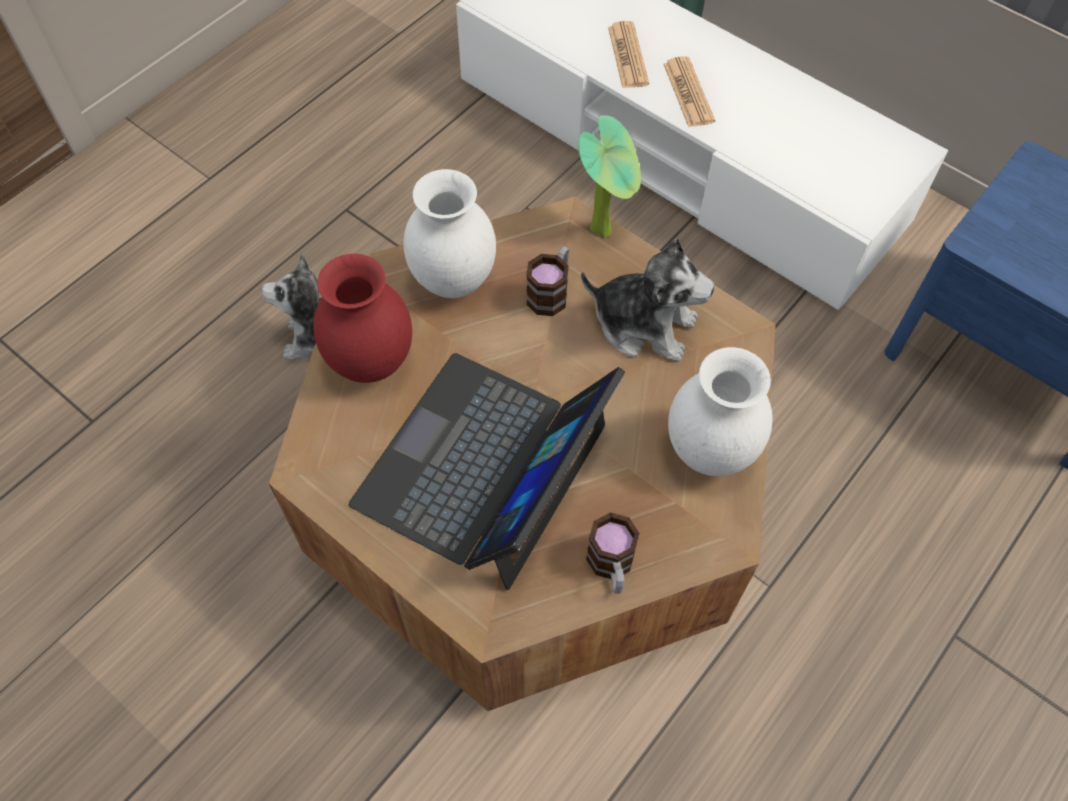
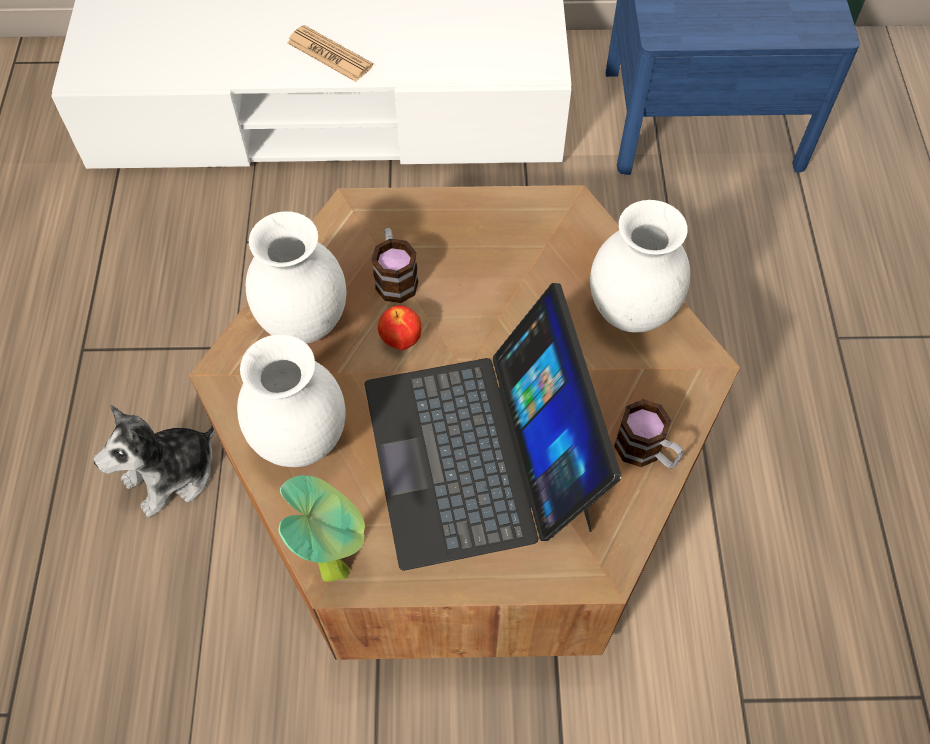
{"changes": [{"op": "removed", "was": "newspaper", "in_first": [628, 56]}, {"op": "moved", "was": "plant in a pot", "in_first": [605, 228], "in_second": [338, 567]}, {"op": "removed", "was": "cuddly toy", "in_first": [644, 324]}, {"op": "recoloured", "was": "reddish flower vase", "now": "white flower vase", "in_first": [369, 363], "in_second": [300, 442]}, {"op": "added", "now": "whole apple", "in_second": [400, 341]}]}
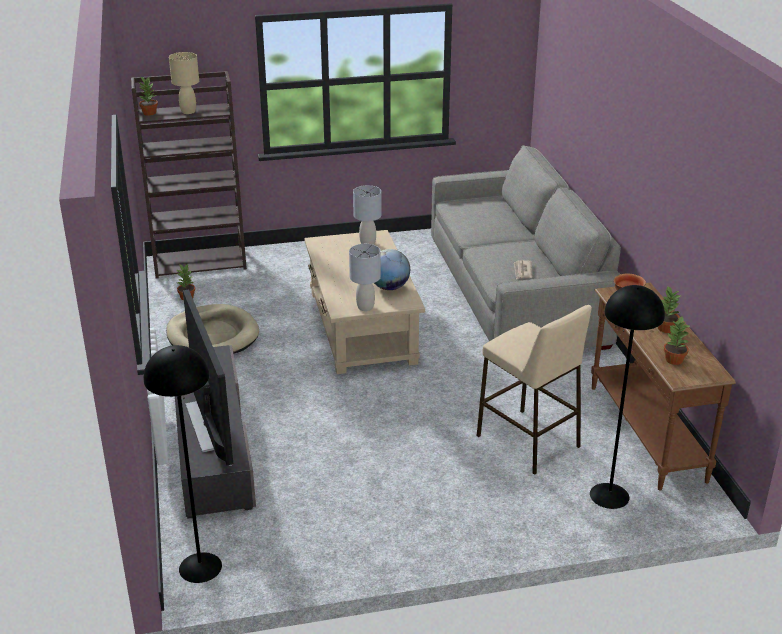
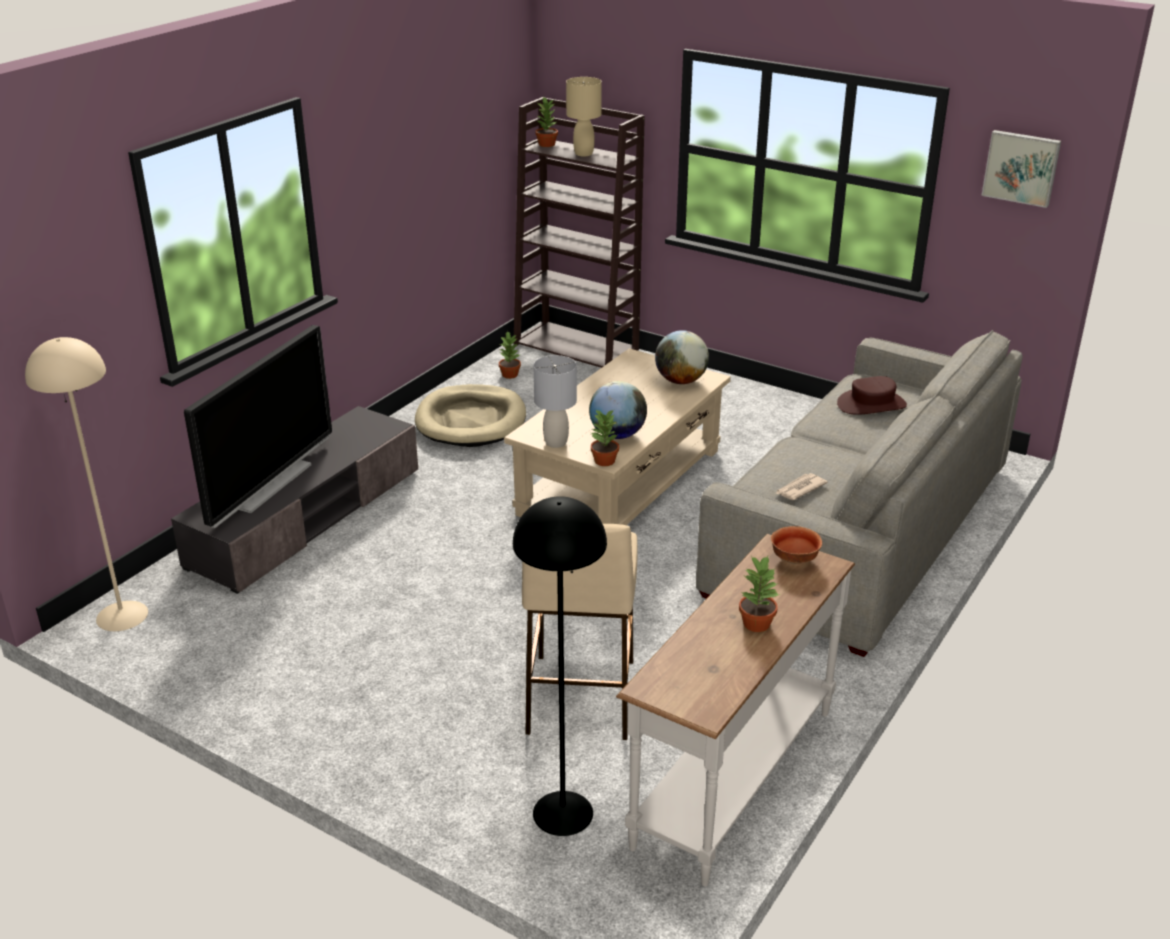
{"changes": [{"op": "replaced", "was": "grey lamp for a table", "now": "globe", "in_first": [367, 243], "in_second": [681, 381]}, {"op": "recoloured", "was": "brownish narrow table", "now": "white narrow table", "in_first": [644, 432], "in_second": [731, 776]}, {"op": "moved", "was": "plant in a pot", "in_first": [673, 360], "in_second": [604, 461]}, {"op": "recoloured", "was": "black floor lamp", "now": "beige-coloured floor lamp", "in_first": [201, 567], "in_second": [122, 616]}, {"op": "added", "now": "wall art", "in_second": [1021, 167]}, {"op": "added", "now": "brownish clothing hat", "in_second": [871, 404]}]}
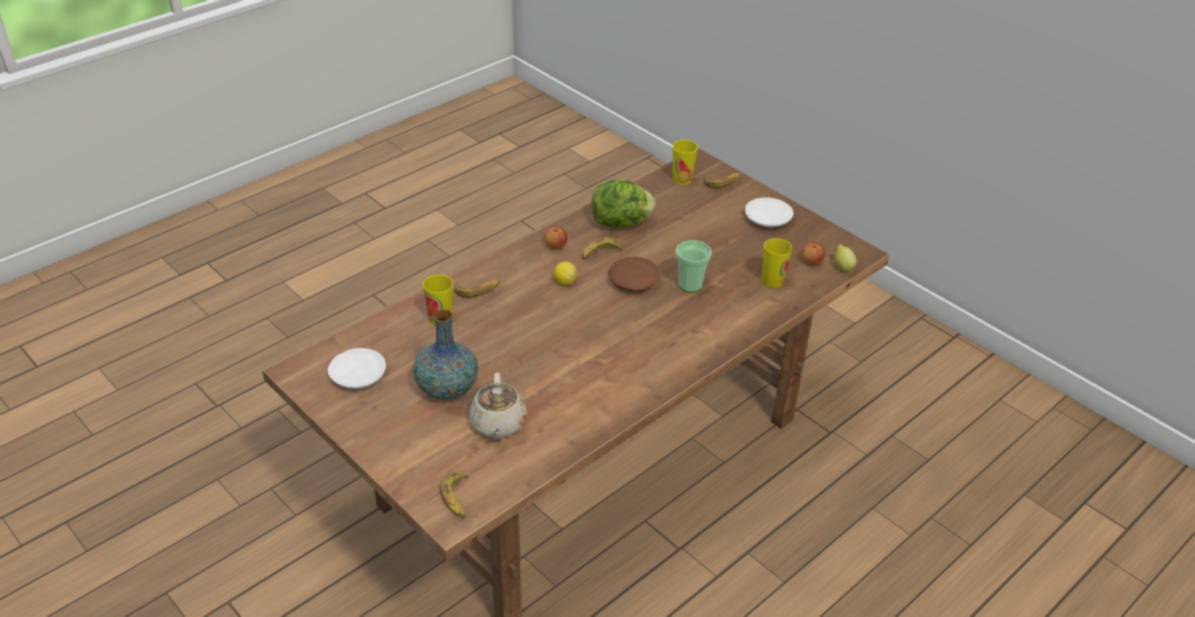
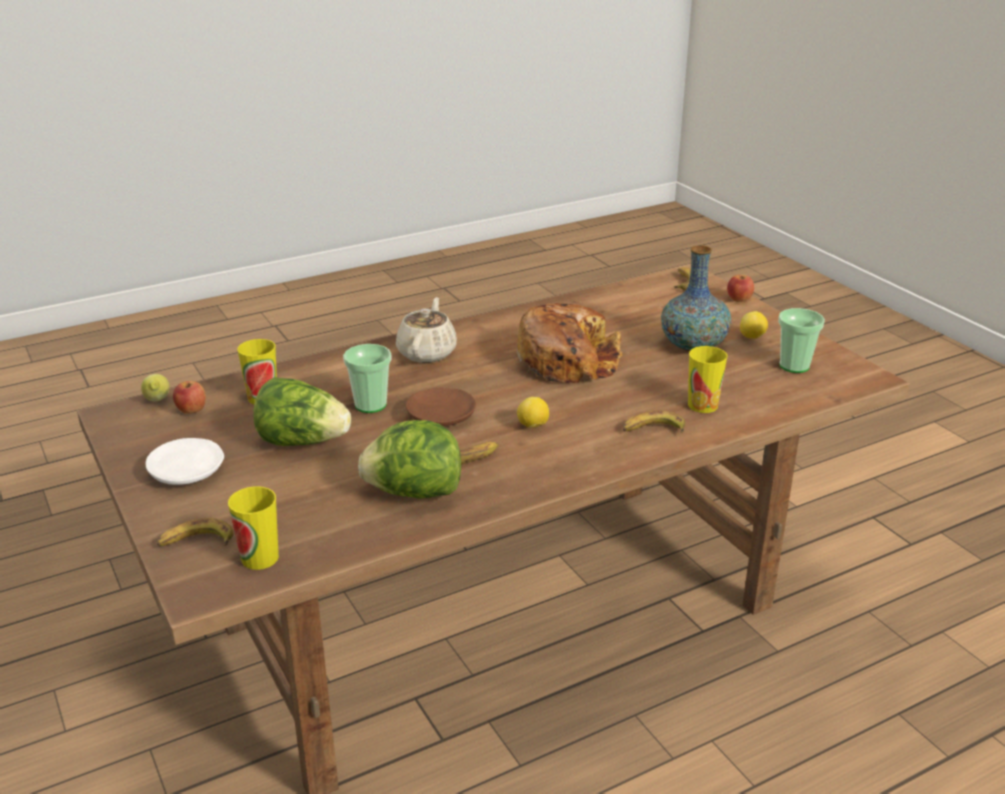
{"changes": [{"op": "moved", "was": "whole apple", "in_first": [555, 246], "in_second": [739, 300]}, {"op": "replaced", "was": "white flat dish", "now": "cup", "in_first": [358, 375], "in_second": [794, 366]}, {"op": "moved", "was": "beige-coloured teapot", "in_first": [498, 424], "in_second": [427, 352]}, {"op": "added", "now": "bakery bread", "in_second": [568, 360]}, {"op": "added", "now": "lemon", "in_second": [752, 337]}, {"op": "added", "now": "lettuce", "in_second": [303, 441]}]}
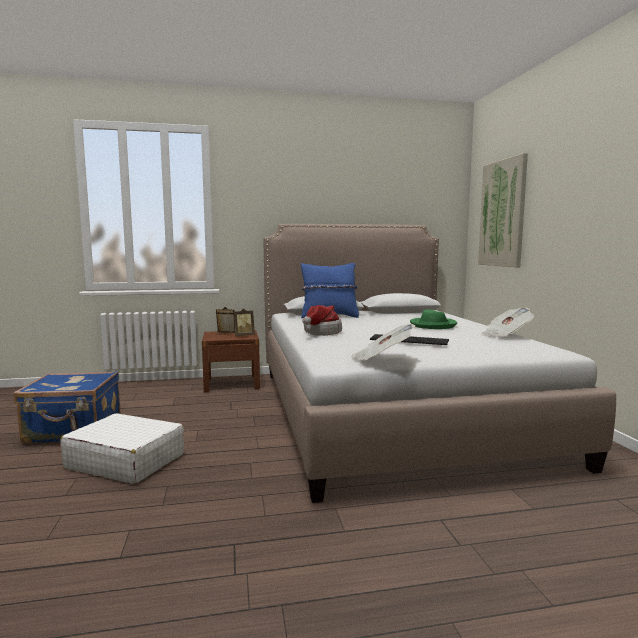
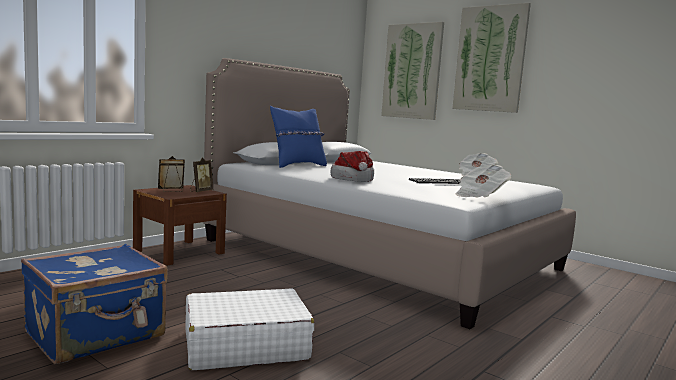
{"changes": [{"op": "removed", "was": "green-coloured clothing hat", "in_first": [433, 325]}, {"op": "added", "now": "wall art", "in_second": [490, 59]}]}
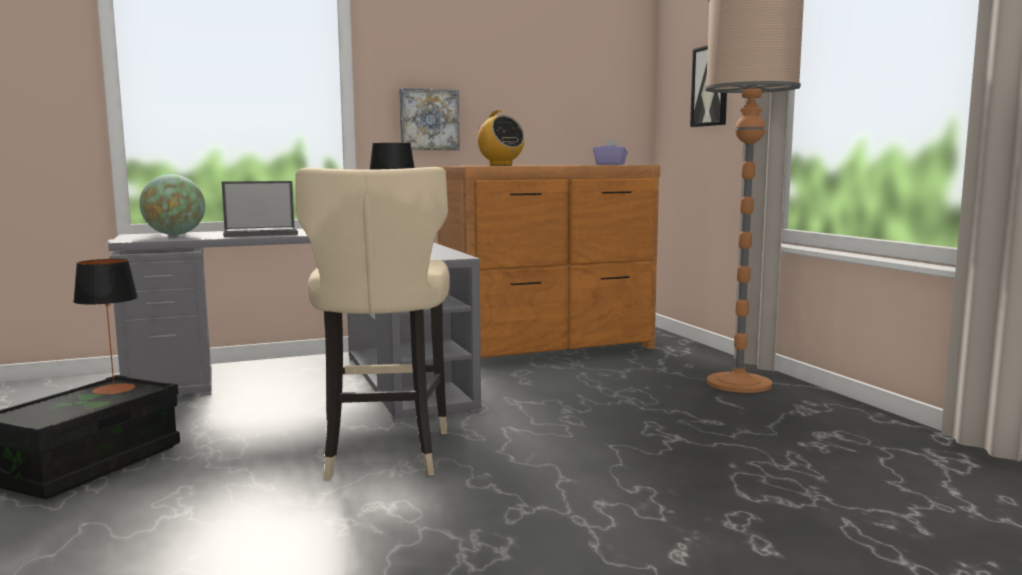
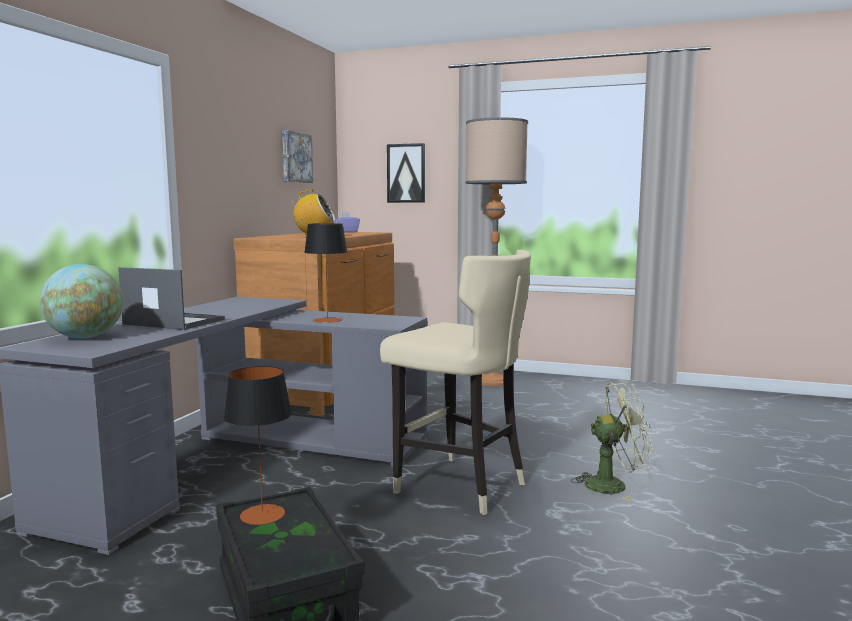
{"changes": [{"op": "moved", "was": "wall art", "in_first": [428, 120], "in_second": [295, 157]}, {"op": "turned", "was": "notebook computer", "in_first": [261, 233], "in_second": [173, 322], "clockwise": -90}, {"op": "added", "now": "green-coloured cooling fan", "in_second": [614, 485]}]}
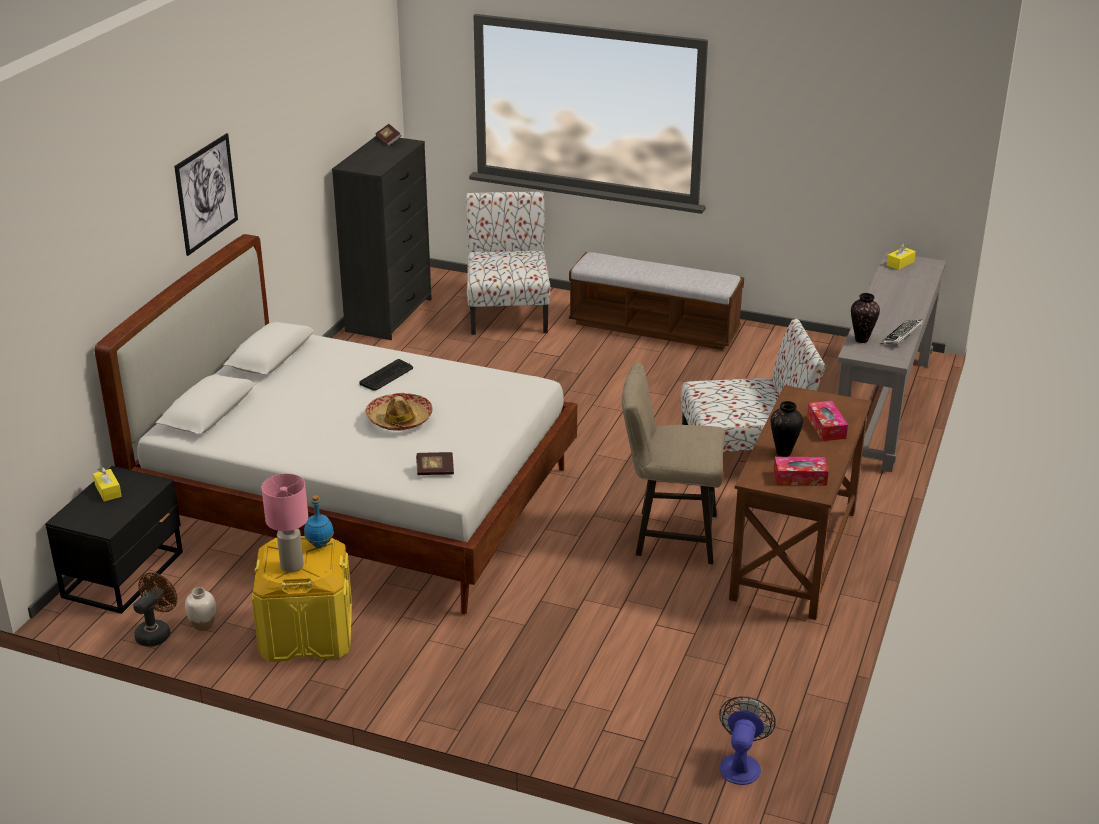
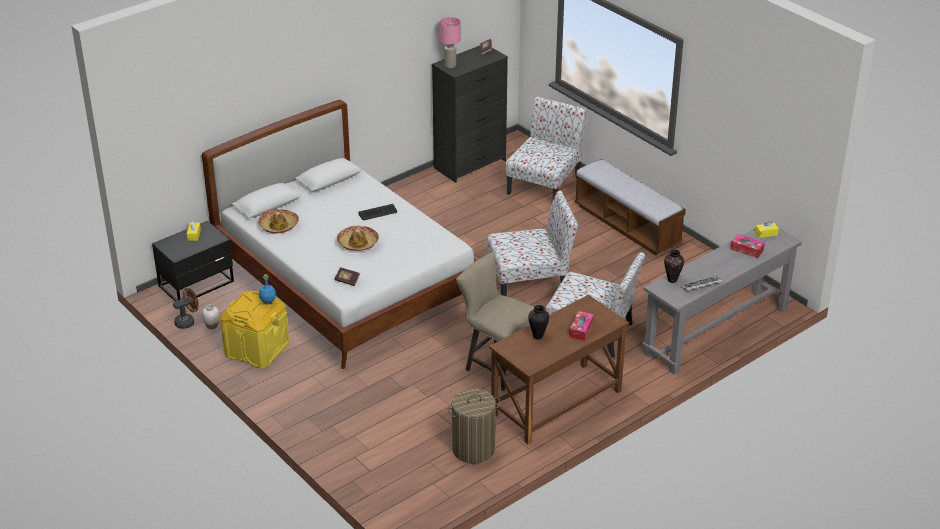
{"changes": [{"op": "removed", "was": "wall art", "in_first": [206, 193]}, {"op": "moved", "was": "tissue box", "in_first": [800, 478], "in_second": [747, 250]}, {"op": "moved", "was": "pink-coloured lamp for a table", "in_first": [291, 566], "in_second": [450, 65]}, {"op": "removed", "was": "cooling fan", "in_first": [741, 763]}, {"op": "added", "now": "upright chair", "in_second": [530, 281]}, {"op": "added", "now": "clothing hat", "in_second": [278, 225]}, {"op": "added", "now": "washing basket", "in_second": [473, 449]}]}
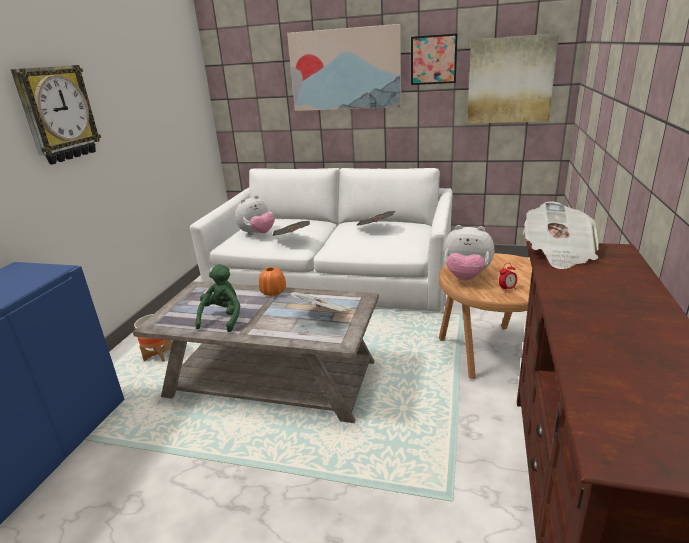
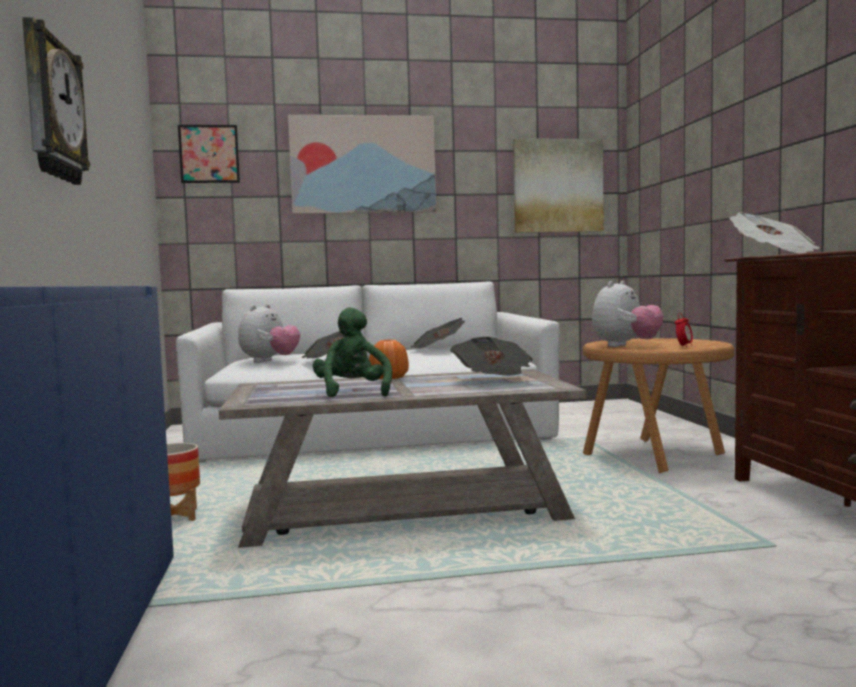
{"changes": [{"op": "moved", "was": "wall art", "in_first": [433, 59], "in_second": [209, 154]}, {"op": "turned", "was": "cuddly toy", "in_first": [466, 277], "in_second": [625, 346], "clockwise": -45}]}
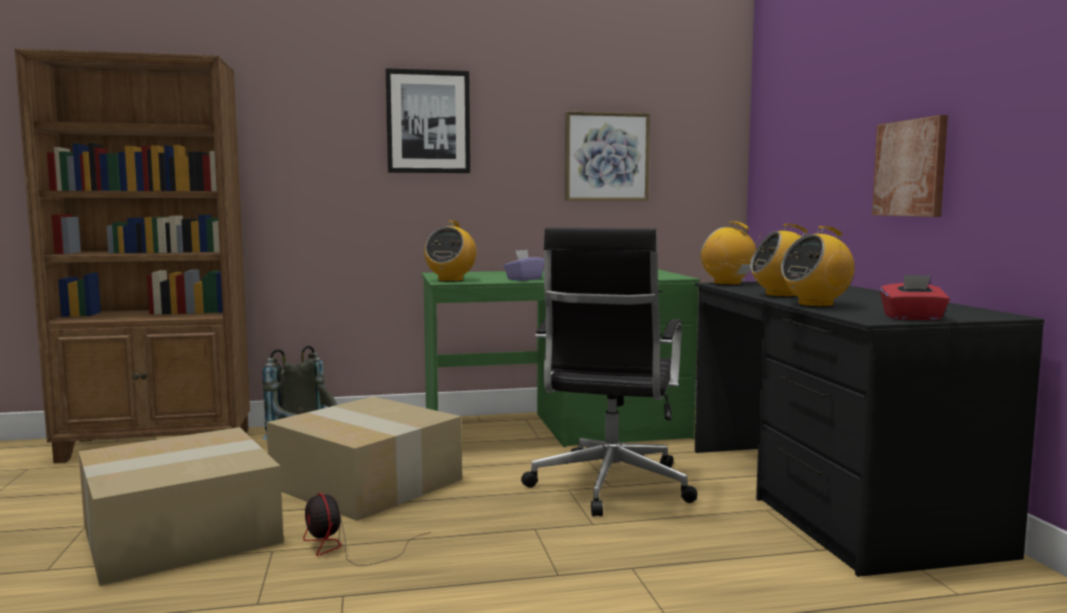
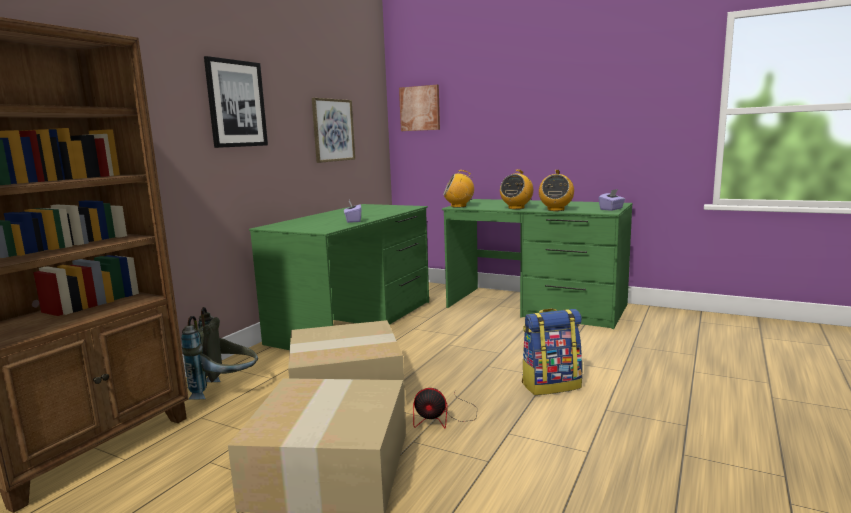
{"changes": [{"op": "moved", "was": "wall art", "in_first": [911, 168], "in_second": [420, 108]}, {"op": "removed", "was": "radio set", "in_first": [450, 280]}, {"op": "removed", "was": "black office chair", "in_first": [609, 487]}, {"op": "recoloured", "was": "reddish tissue box", "now": "purple-coloured tissue box", "in_first": [912, 318], "in_second": [611, 209]}, {"op": "recoloured", "was": "black desk", "now": "green-coloured desk", "in_first": [828, 496], "in_second": [536, 306]}, {"op": "added", "now": "backpack", "in_second": [551, 385]}]}
